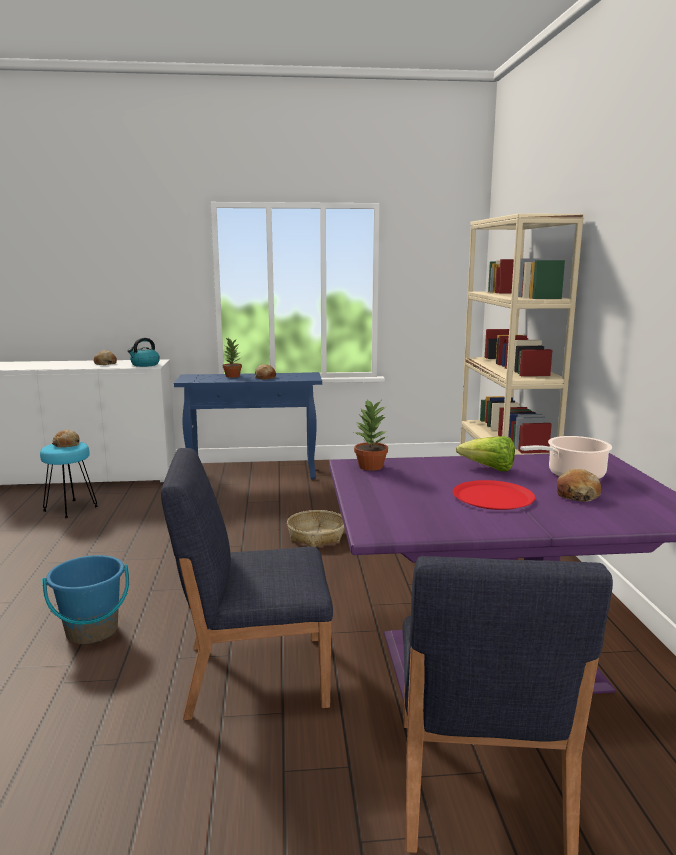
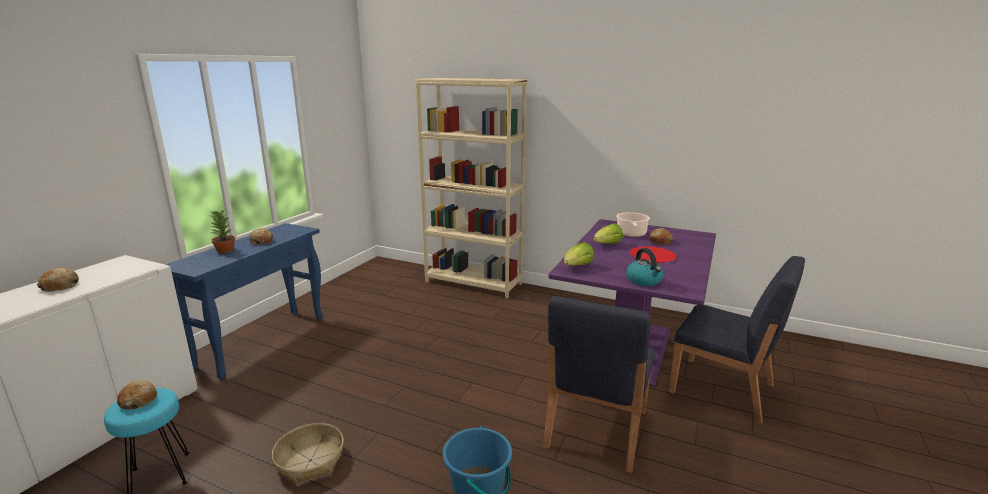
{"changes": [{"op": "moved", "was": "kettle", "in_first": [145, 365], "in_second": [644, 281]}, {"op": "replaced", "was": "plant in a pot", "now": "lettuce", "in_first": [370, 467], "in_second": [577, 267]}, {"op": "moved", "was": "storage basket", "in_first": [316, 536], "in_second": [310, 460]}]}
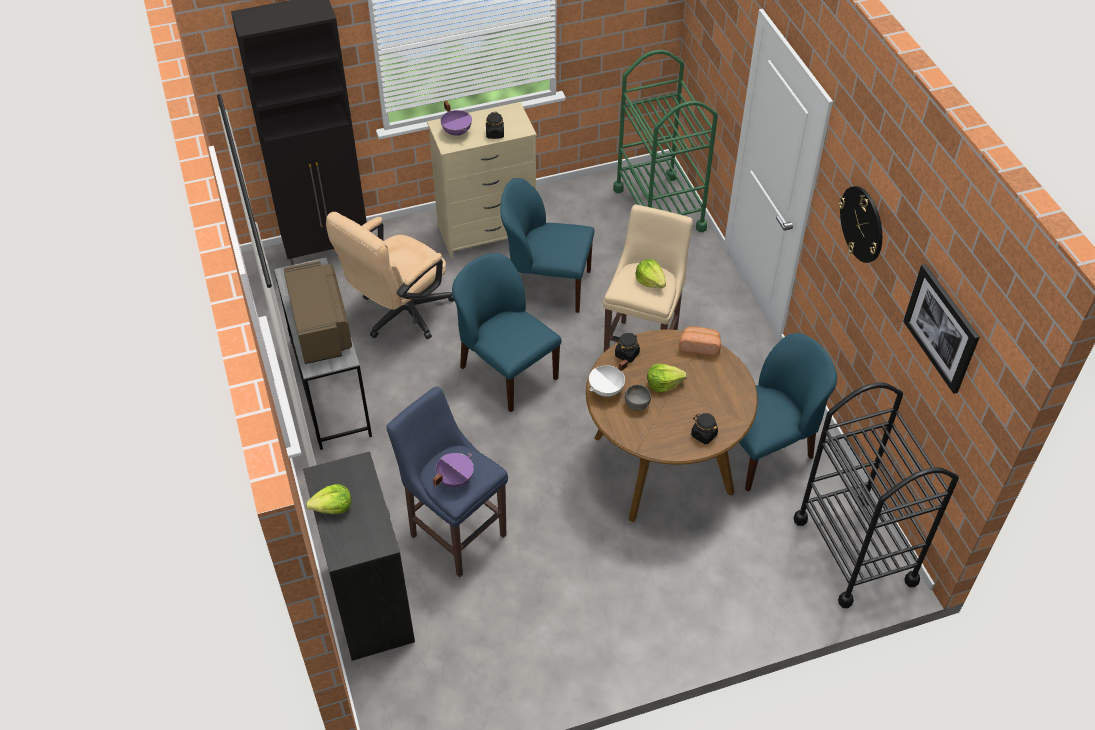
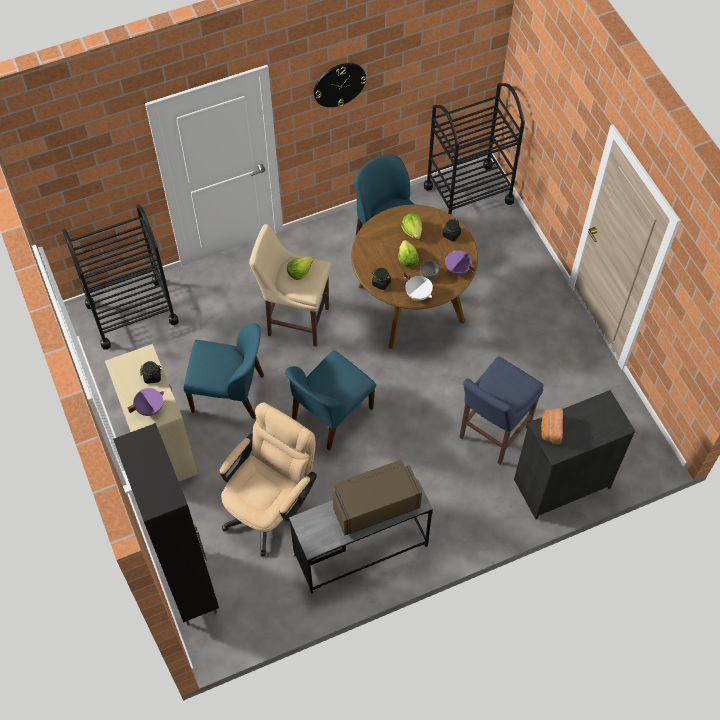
{"changes": [{"op": "recoloured", "was": "green-coloured cart", "now": "black cart", "in_first": [659, 209], "in_second": [132, 313]}, {"op": "turned", "was": "blue-coloured upright chair", "in_first": [547, 285], "in_second": [230, 393], "clockwise": -90}, {"op": "turned", "was": "beige-coloured office chair", "in_first": [399, 315], "in_second": [271, 507], "clockwise": -90}, {"op": "removed", "was": "wall art", "in_first": [942, 328]}, {"op": "moved", "was": "bakery bread", "in_first": [699, 346], "in_second": [550, 429]}, {"op": "moved", "was": "purple-coloured cooking pot", "in_first": [454, 479], "in_second": [457, 269]}, {"op": "moved", "was": "lettuce", "in_first": [333, 508], "in_second": [412, 230]}]}
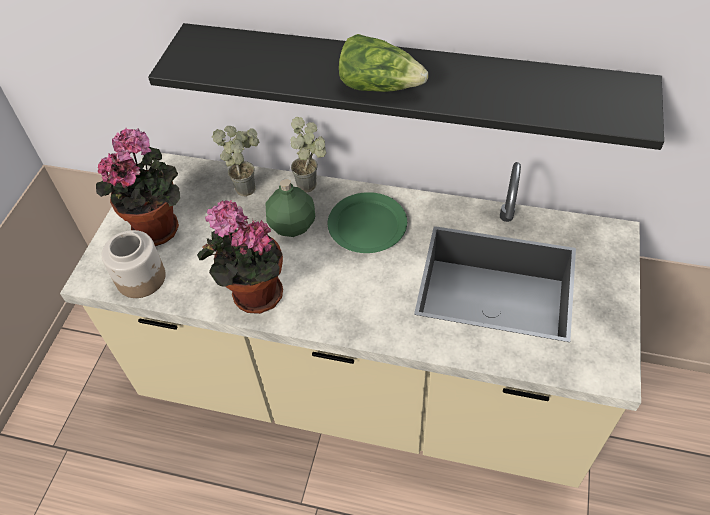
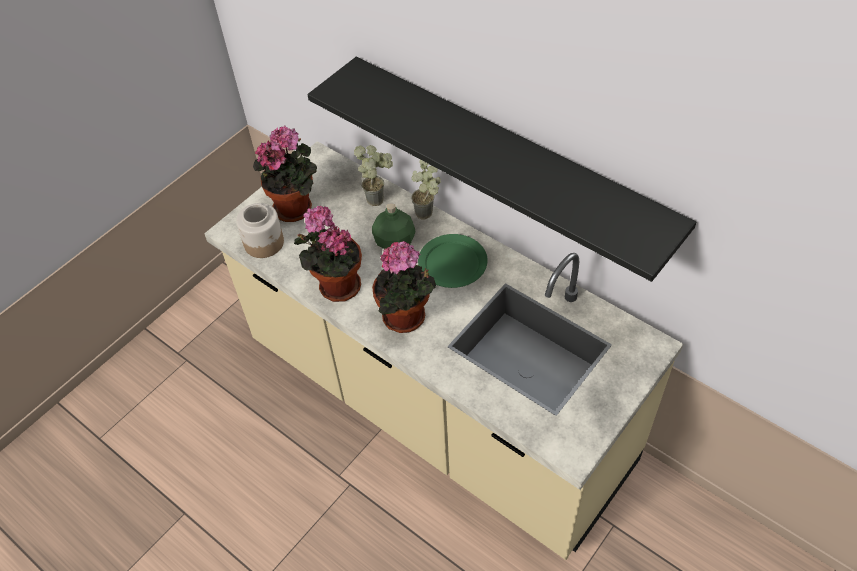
{"changes": [{"op": "removed", "was": "lettuce", "in_first": [379, 86]}, {"op": "added", "now": "plant in a pot", "in_second": [407, 319]}]}
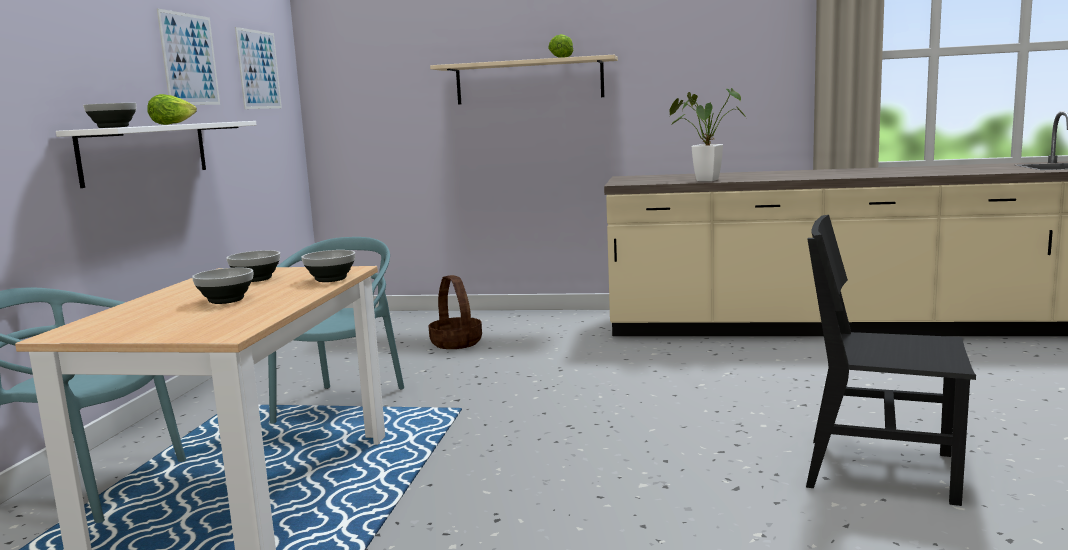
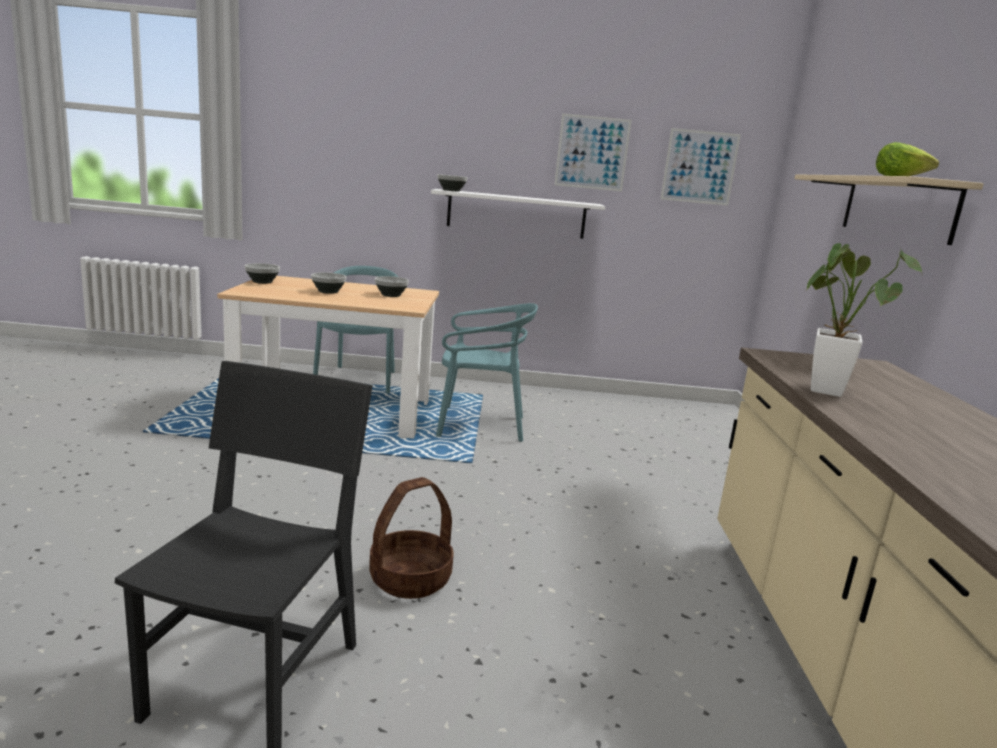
{"changes": [{"op": "removed", "was": "lettuce", "in_first": [172, 124]}, {"op": "moved", "was": "bowl", "in_first": [331, 279], "in_second": [263, 282]}, {"op": "moved", "was": "storage basket", "in_first": [455, 343], "in_second": [410, 578]}]}
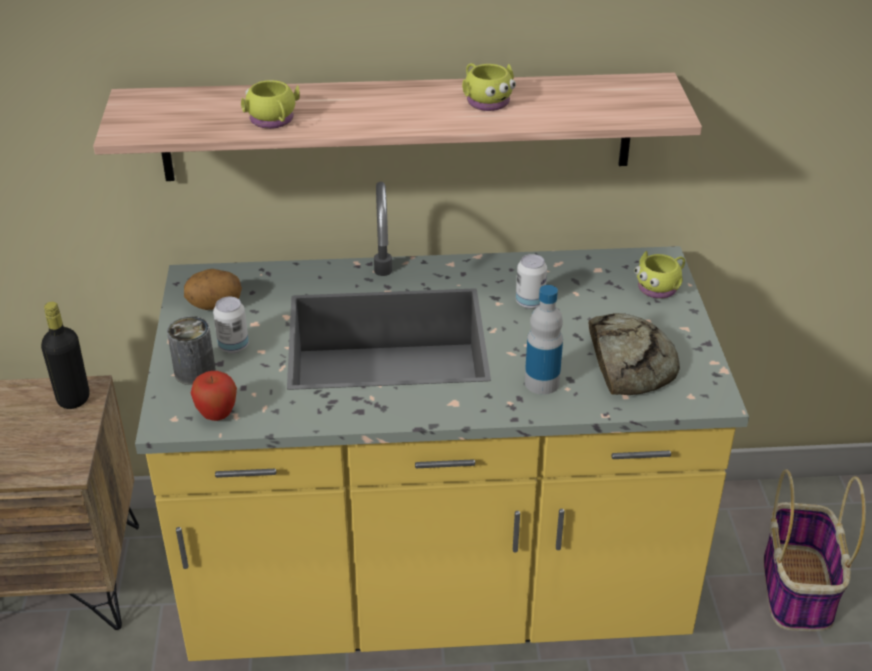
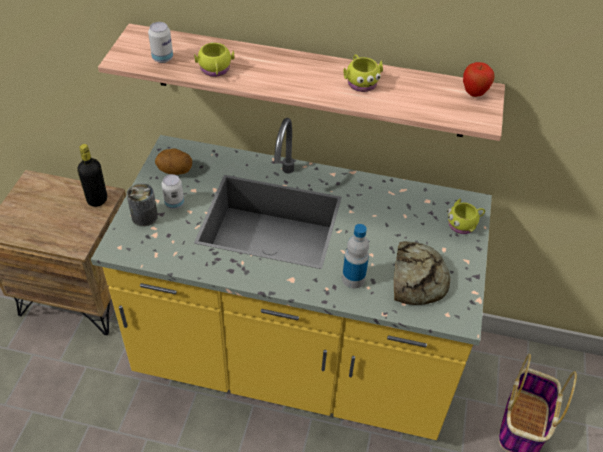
{"changes": [{"op": "moved", "was": "can", "in_first": [530, 302], "in_second": [162, 58]}, {"op": "moved", "was": "whole apple", "in_first": [217, 415], "in_second": [474, 93]}]}
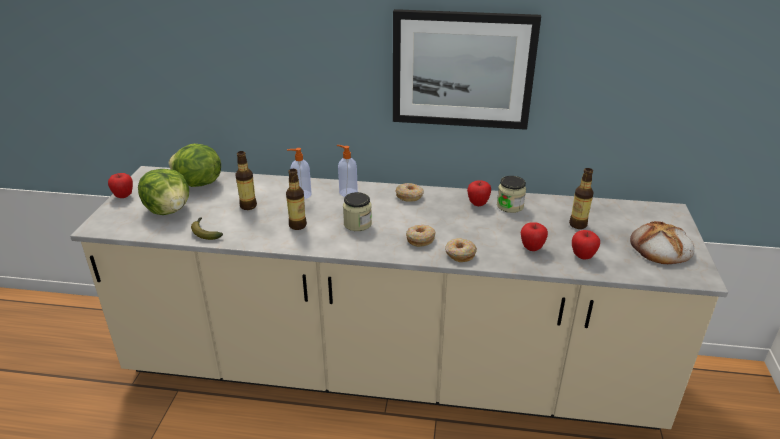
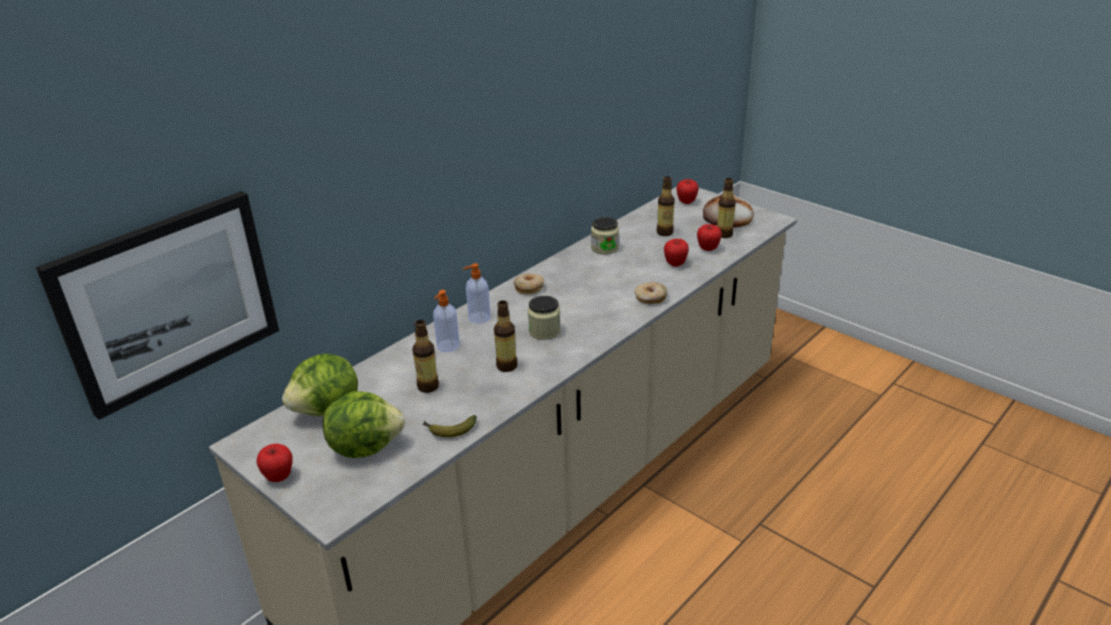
{"changes": [{"op": "moved", "was": "wall art", "in_first": [462, 70], "in_second": [169, 300]}, {"op": "moved", "was": "whole apple", "in_first": [478, 204], "in_second": [686, 202]}, {"op": "removed", "was": "donut", "in_first": [420, 239]}, {"op": "added", "now": "drink bottle", "in_second": [724, 234]}]}
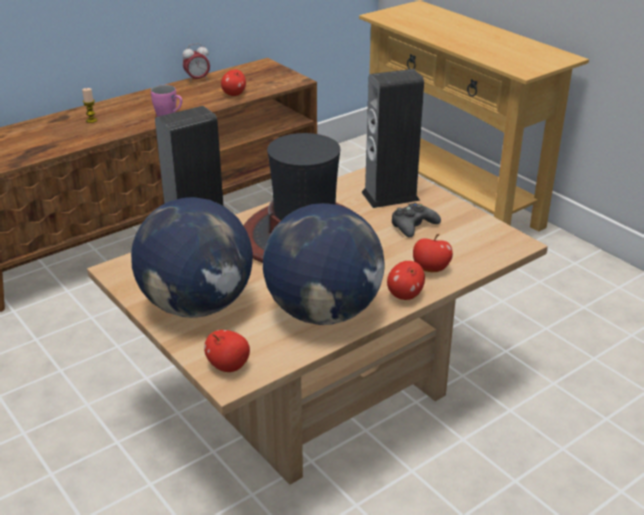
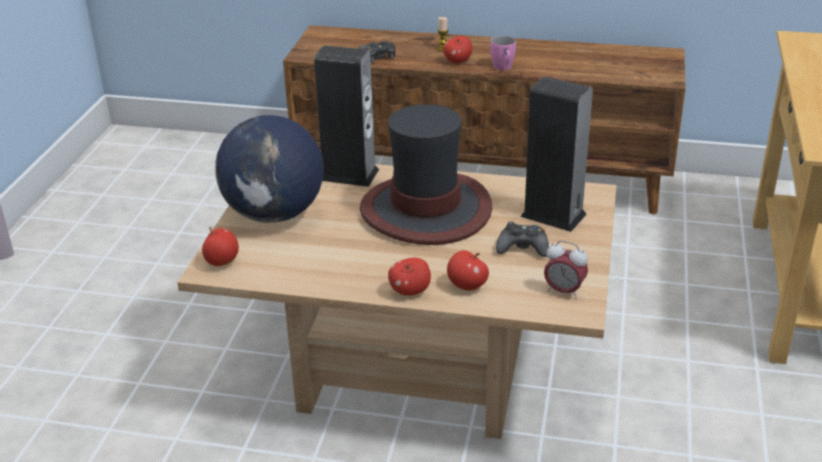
{"changes": [{"op": "moved", "was": "table clock", "in_first": [197, 79], "in_second": [564, 291]}, {"op": "moved", "was": "whole apple", "in_first": [234, 94], "in_second": [457, 61]}, {"op": "removed", "was": "globe", "in_first": [324, 312]}, {"op": "added", "now": "black game controller", "in_second": [378, 56]}]}
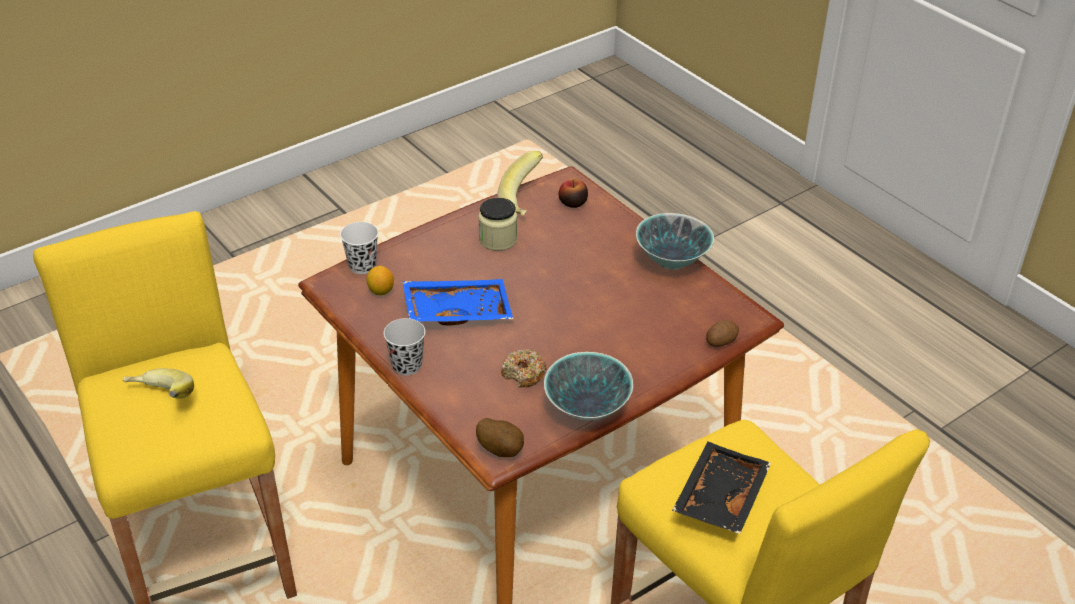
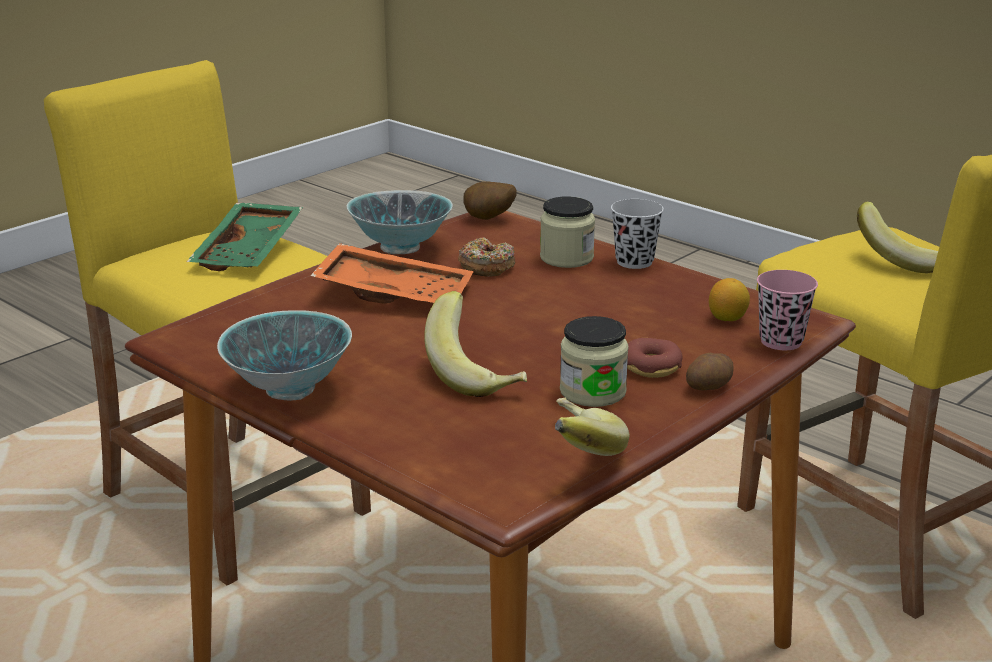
{"changes": [{"op": "removed", "was": "whole apple", "in_first": [573, 203]}, {"op": "recoloured", "was": "white cup", "now": "pink-coloured cup", "in_first": [362, 266], "in_second": [781, 341]}, {"op": "removed", "was": "blue-coloured tray", "in_first": [457, 310]}, {"op": "moved", "was": "potato", "in_first": [720, 341], "in_second": [709, 387]}, {"op": "recoloured", "was": "black tray", "now": "green-coloured tray", "in_first": [718, 497], "in_second": [250, 251]}, {"op": "added", "now": "storage jar", "in_second": [566, 258]}, {"op": "added", "now": "orange tray", "in_second": [395, 293]}, {"op": "added", "now": "banana", "in_second": [478, 375]}, {"op": "added", "now": "donut", "in_second": [651, 367]}]}
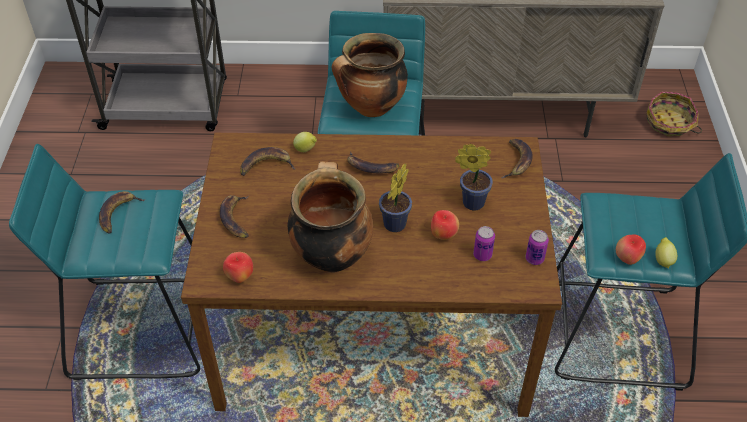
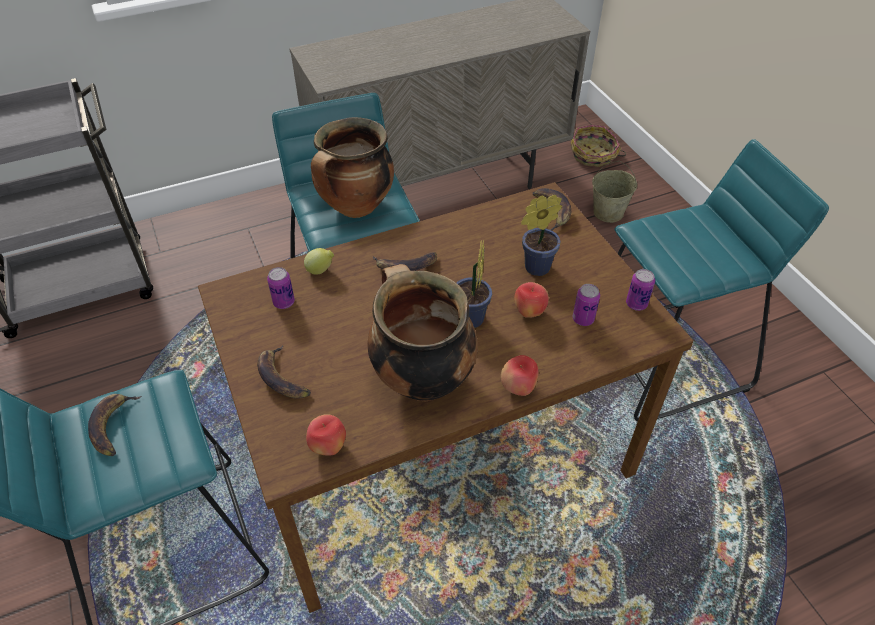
{"changes": [{"op": "replaced", "was": "banana", "now": "can", "in_first": [266, 165], "in_second": [284, 302]}, {"op": "moved", "was": "whole apple", "in_first": [627, 259], "in_second": [518, 388]}, {"op": "removed", "was": "lemon", "in_first": [663, 260]}, {"op": "added", "now": "beige-coloured water bucket", "in_second": [608, 212]}]}
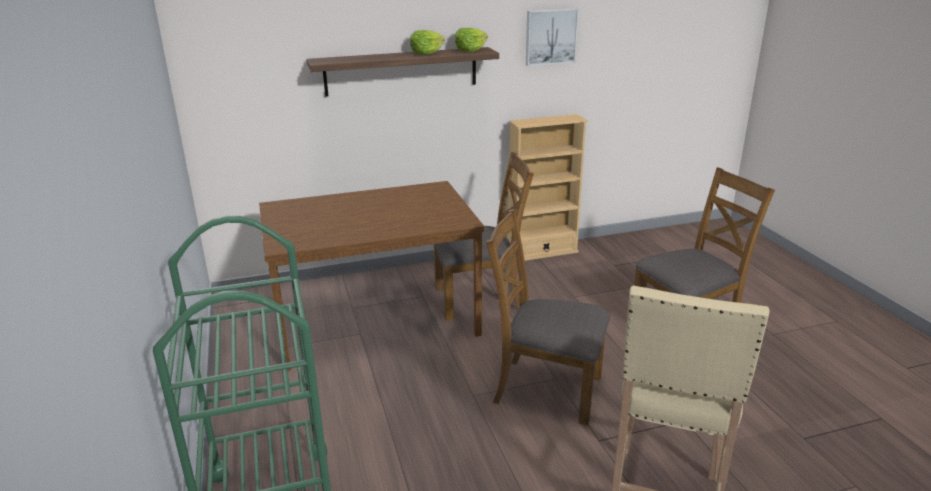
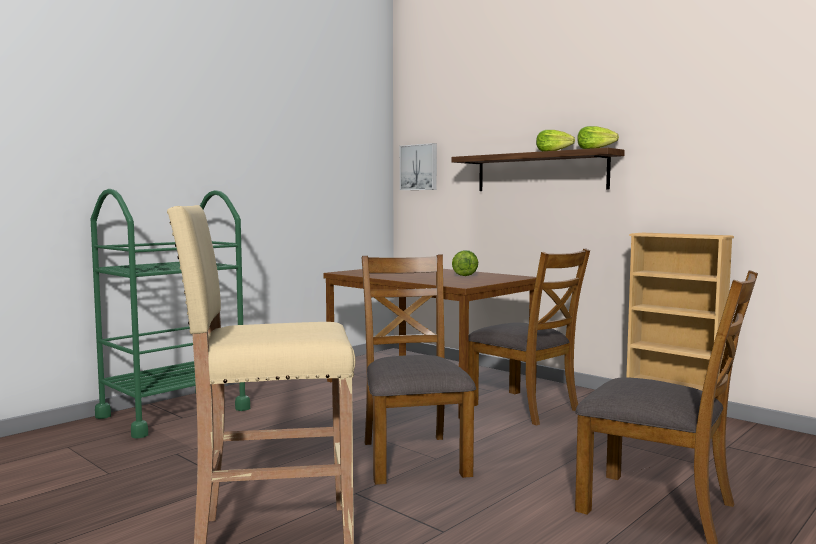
{"changes": [{"op": "moved", "was": "wall art", "in_first": [550, 36], "in_second": [419, 167]}, {"op": "added", "now": "lettuce", "in_second": [465, 275]}]}
